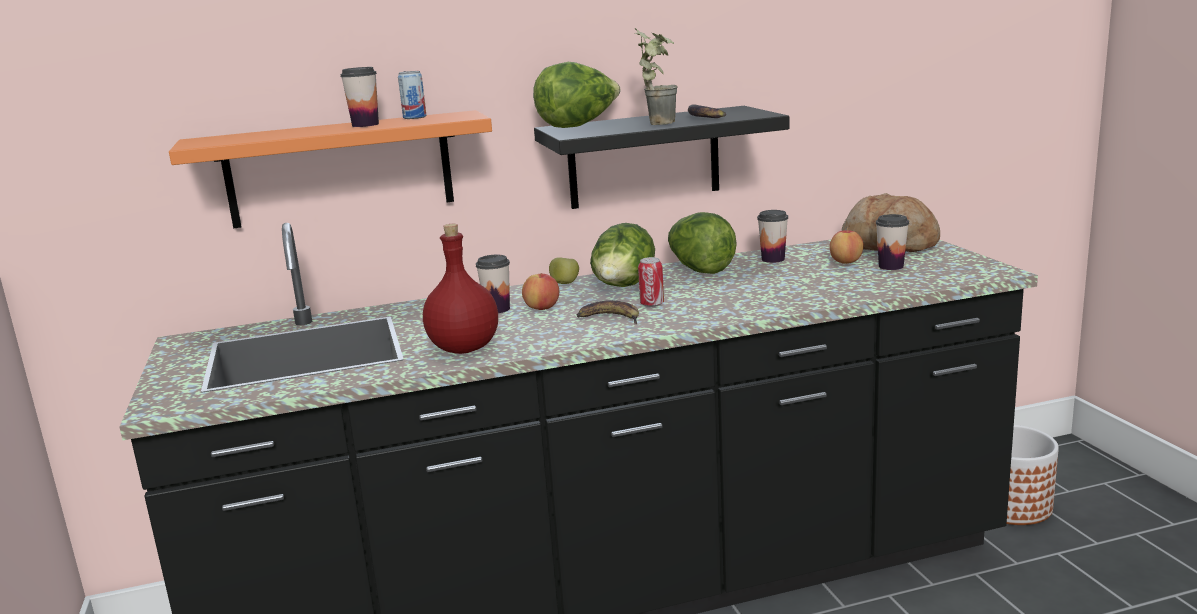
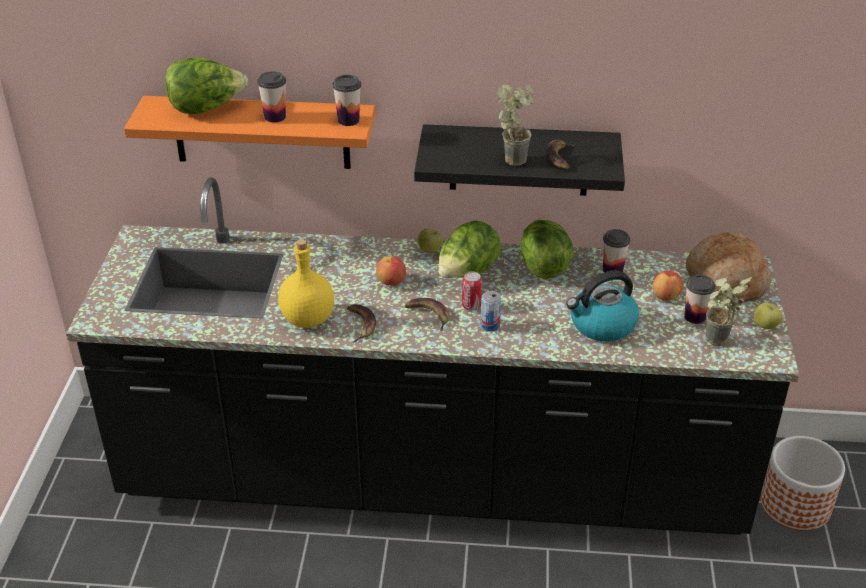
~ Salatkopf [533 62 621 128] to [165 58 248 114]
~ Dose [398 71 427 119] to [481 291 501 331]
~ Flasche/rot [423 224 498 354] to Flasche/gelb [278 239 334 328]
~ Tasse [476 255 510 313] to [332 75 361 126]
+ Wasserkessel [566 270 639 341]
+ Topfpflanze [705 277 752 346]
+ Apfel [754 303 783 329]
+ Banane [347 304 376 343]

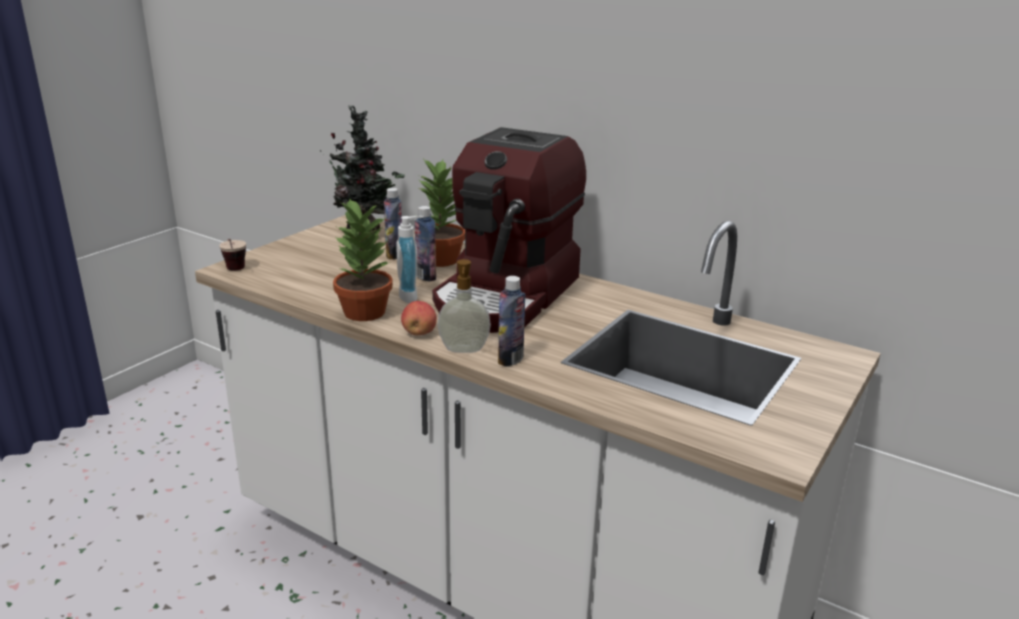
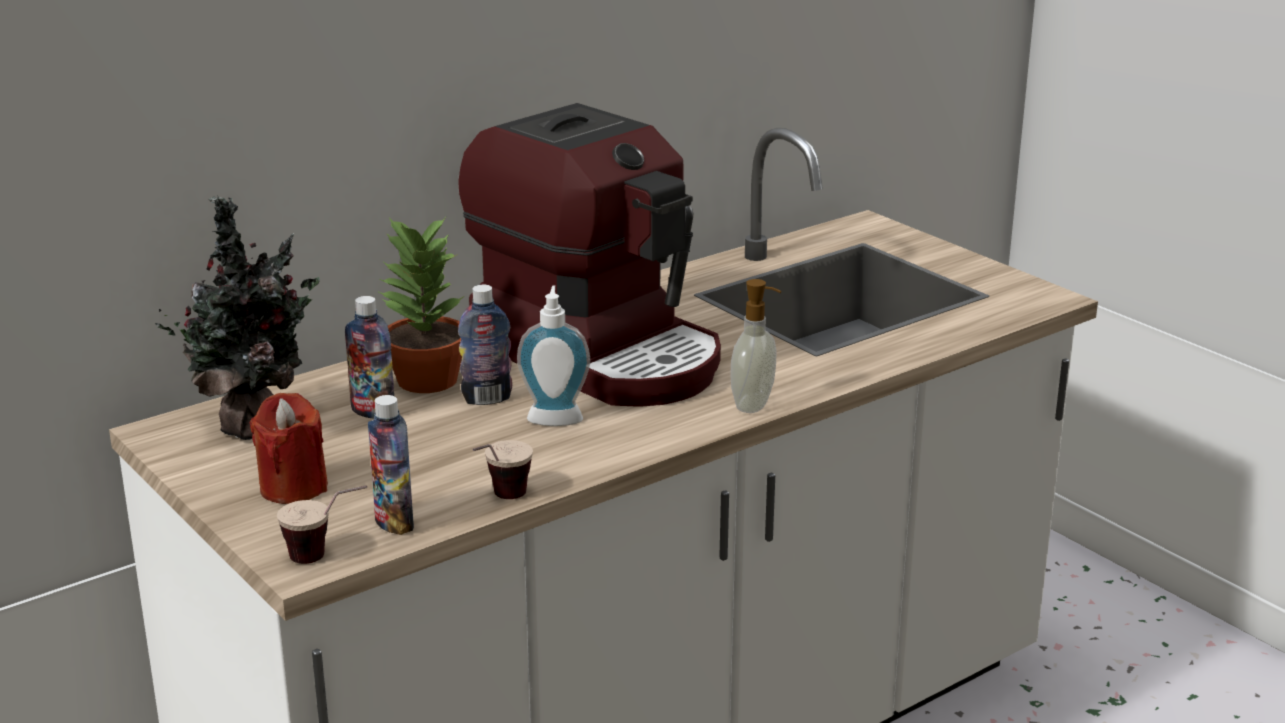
- Topfpflanze [333 197 393 321]
~ Flasche [498 276 525 367] to [368 395 414 535]
- Apfel [401 301 437 335]
+ Kerze/rot [250 393 328 504]
+ Tasse [473 440 533 499]

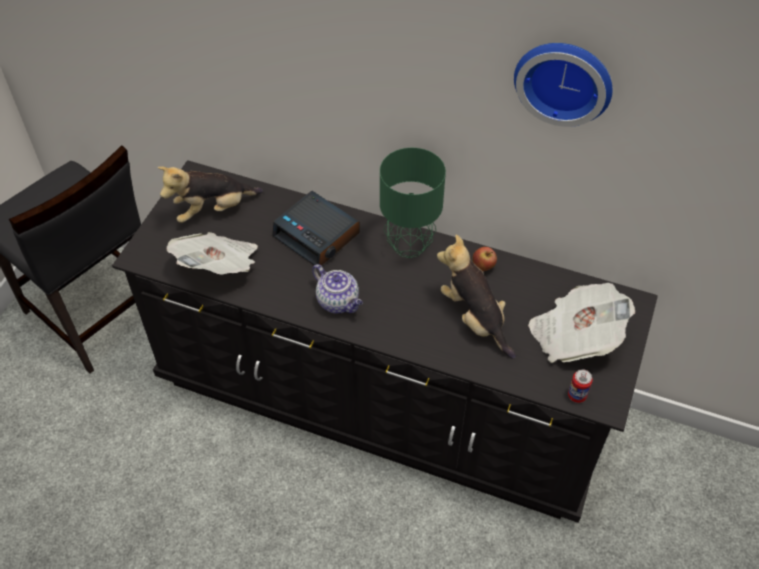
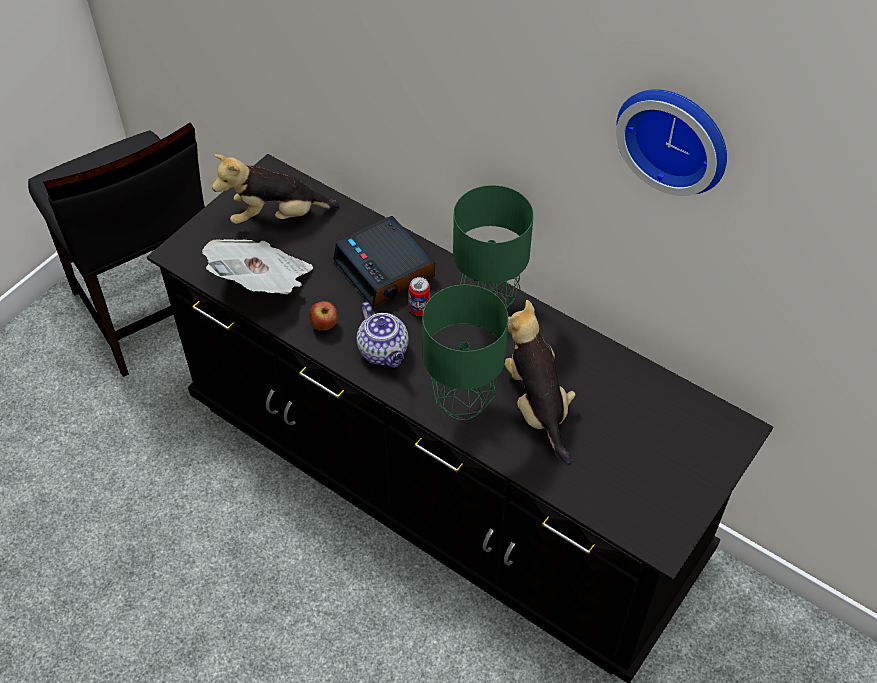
~ Apfel [472 247 497 271] to [309 301 338 331]
- Zeitung [528 283 635 363]
~ Dose [568 369 593 403] to [409 277 430 316]
+ Tischlampe/grün [422 285 508 420]

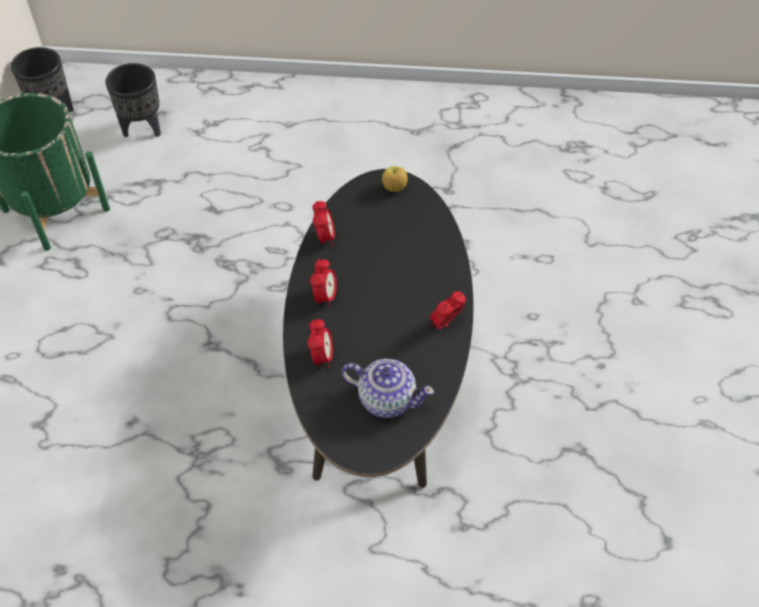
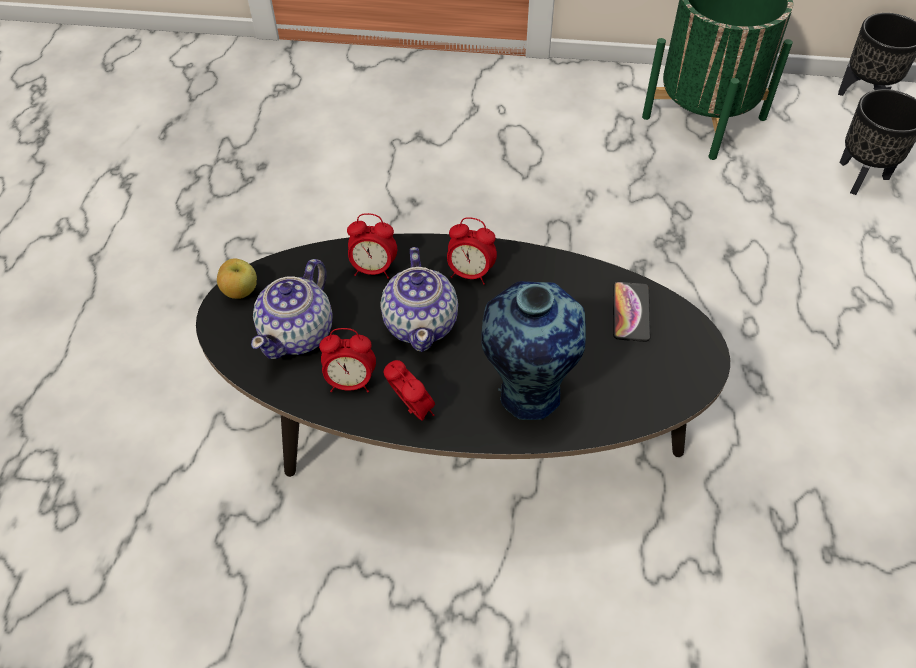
~ Apfel [382 166 407 192] to [217 258 257 299]
~ Wecker [312 201 335 247] to [319 328 376 392]
+ Teekanne [380 247 458 352]
+ Vase [481 281 586 420]
+ Handy [613 282 650 342]

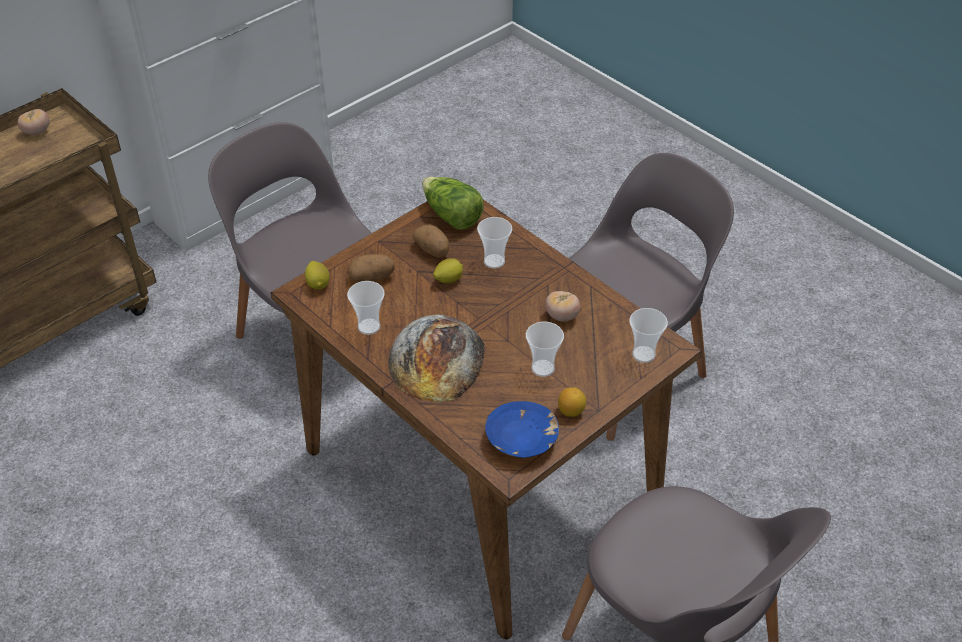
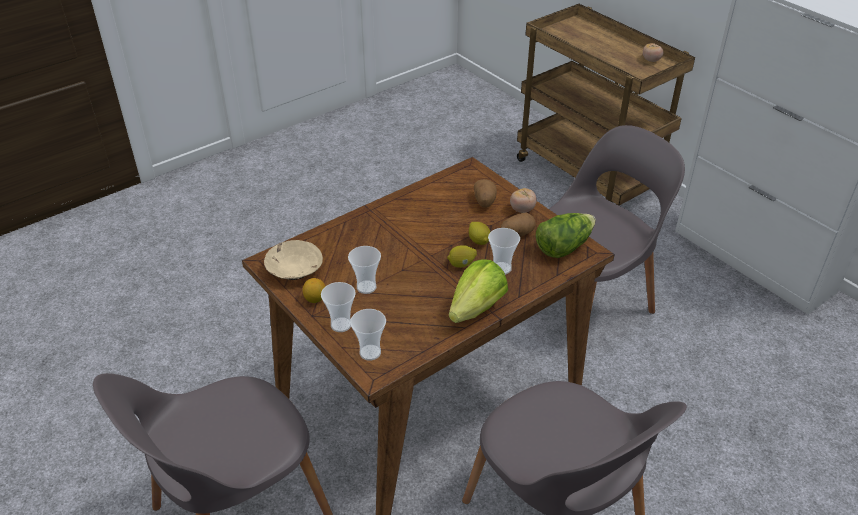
~ Zitrone [305 261 329 290] to [447 245 477 268]
~ Tasse [347 281 385 335] to [321 282 356 332]
~ Tomate [545 291 580 321] to [510 188 537 213]
- Brot [388 315 485 402]
~ Schüssel/blau [485 401 559 458] to Schüssel/beige [264 240 323 280]
+ Salatkopf [449 259 508 323]

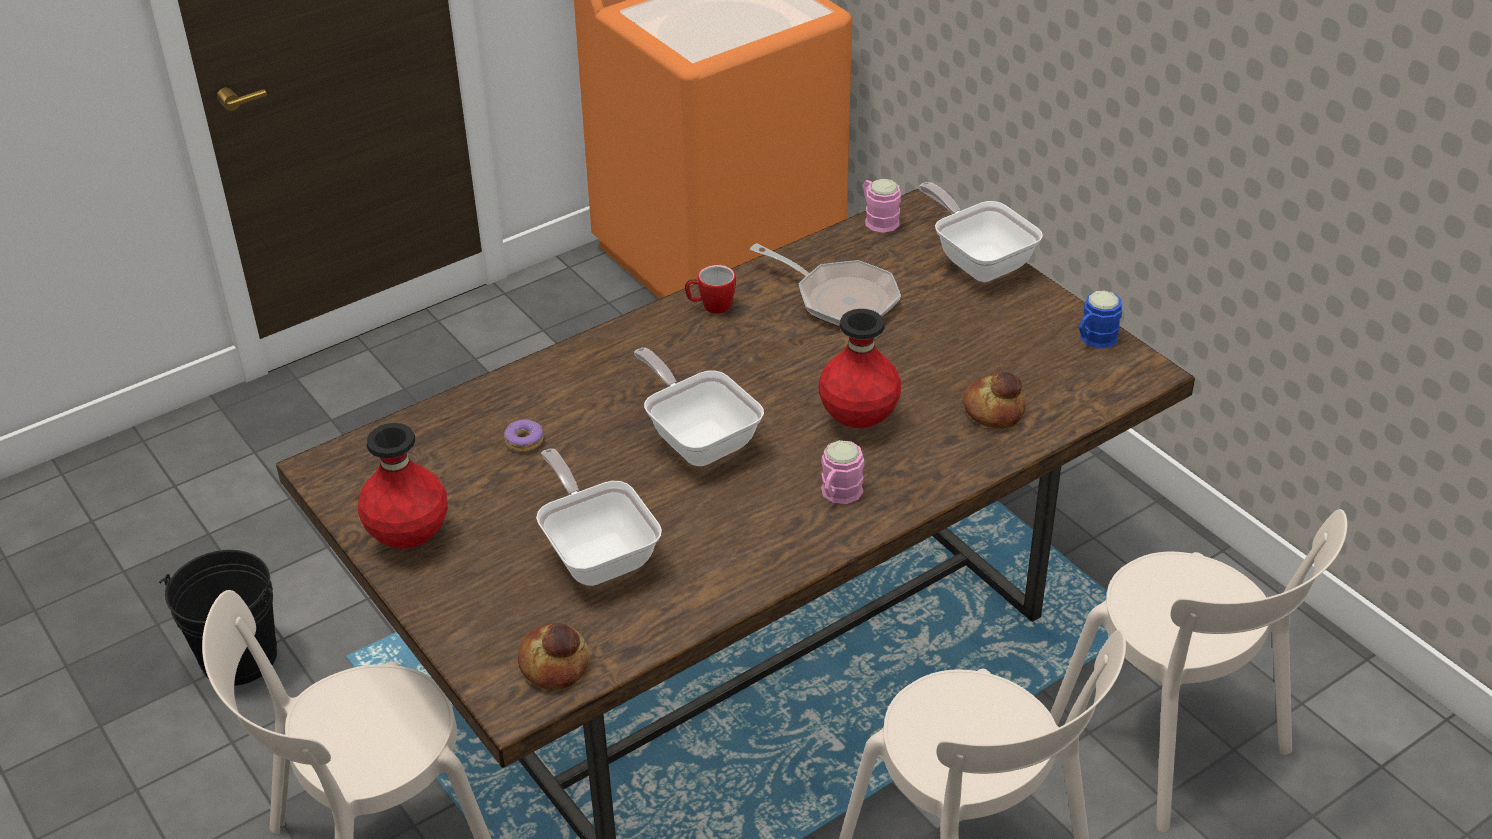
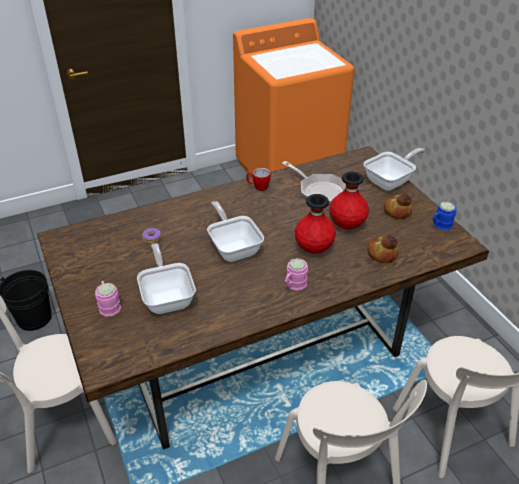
~ Henkelbecher/rosa [862 179 901 233] to [95 281 121 317]
~ Pfanne [919 182 1043 282] = [363 148 425 191] 75 degrees clockwise
~ Vase/rot [358 423 448 549] to [329 172 369 229]
~ Brot [518 623 589 690] to [384 193 412 219]

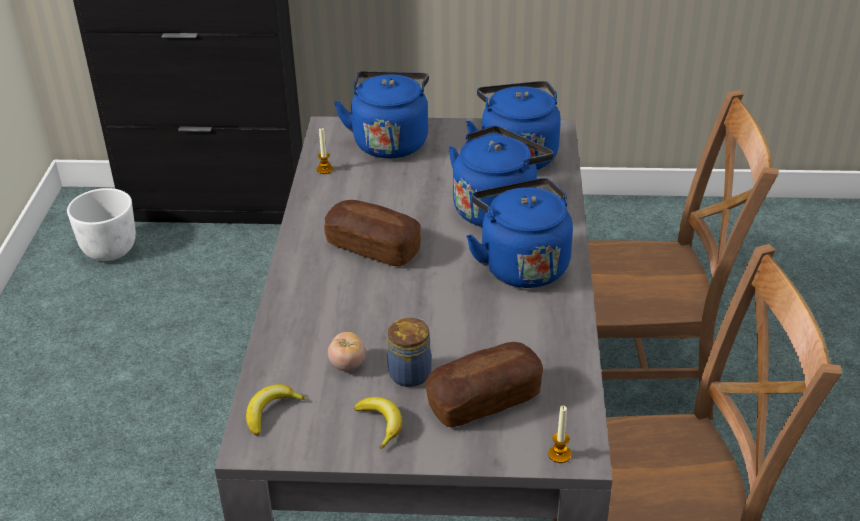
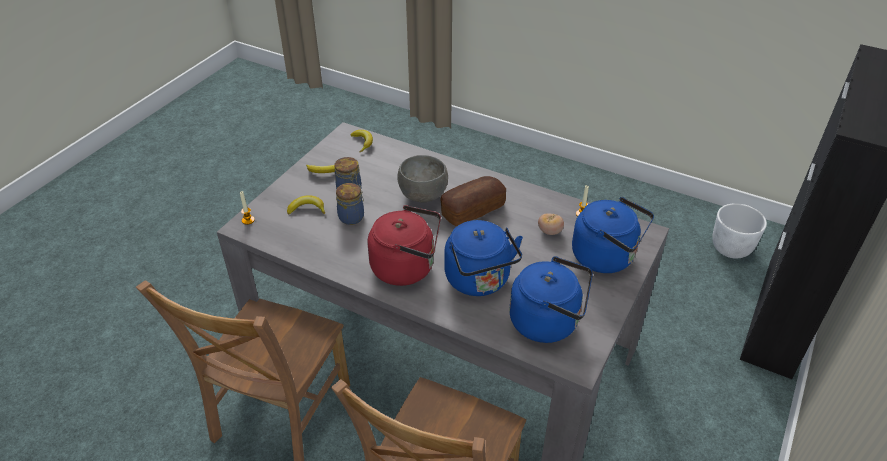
~ Wasserkessel/blau [466 178 573 288] to Wasserkessel/rot [368 205 441 286]
~ Tomate [328 332 365 371] to [538 213 564 235]
~ Brot [426 342 543 427] to Banane [287 195 325 215]
+ Schüssel/grau [397 155 448 202]
+ Vorratsglas [336 183 364 225]

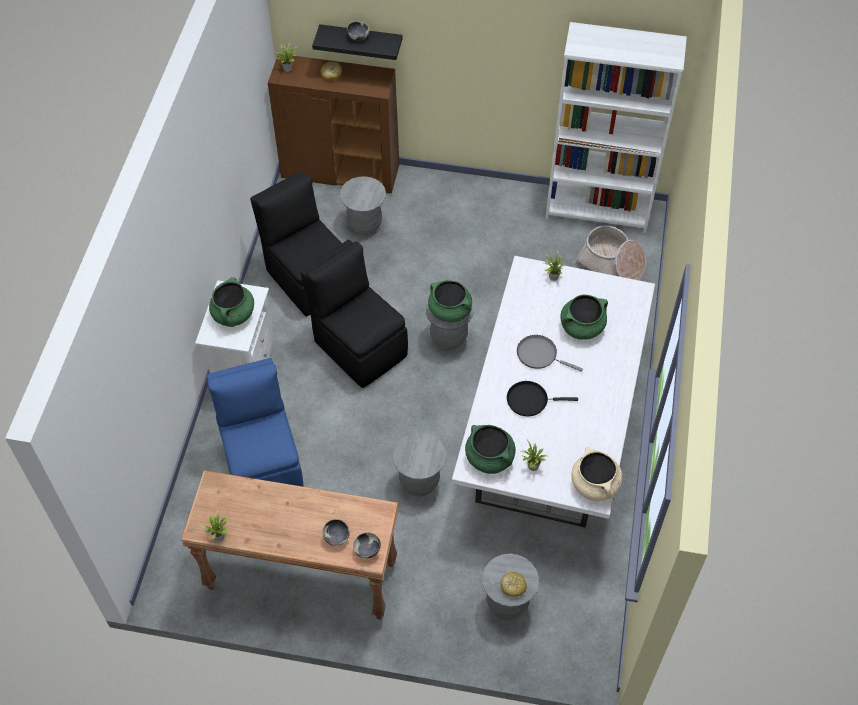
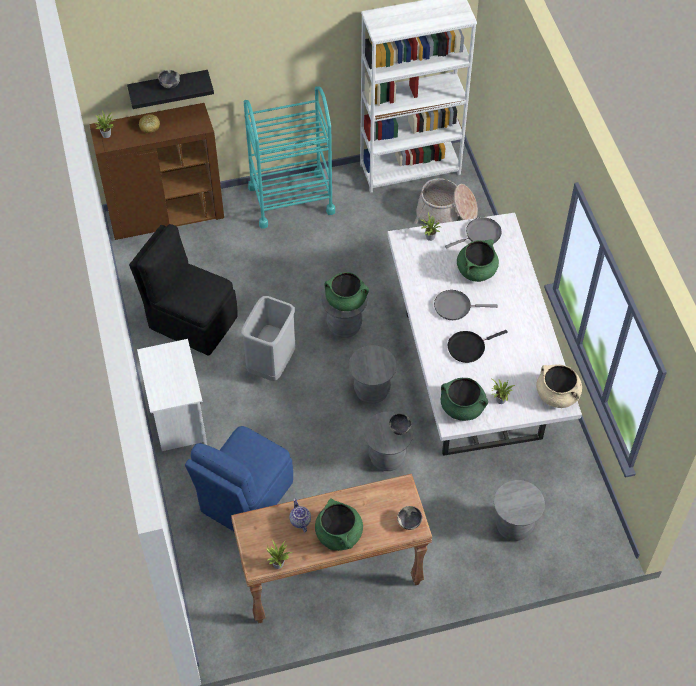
~ Hocker/grau [340 176 386 235] to [349 345 397 404]
~ Stuhl/schwarz [300 240 408 388] to Mülleimer/grau [241 296 295 381]
~ Kochtopf/grün [209 277 254 327] to [315 498 363 551]
~ Stuhl/blau [206 358 304 487] = [185 426 293 531] 105 degrees counterclockwise
~ Schüssel [323 519 350 546] to [389 413 412 435]
- Brot [501 572 527 597]
+ Rollwagen/türkis [244 86 335 229]
+ Pfanne/grau [445 217 502 248]
+ Teekanne [290 499 311 532]

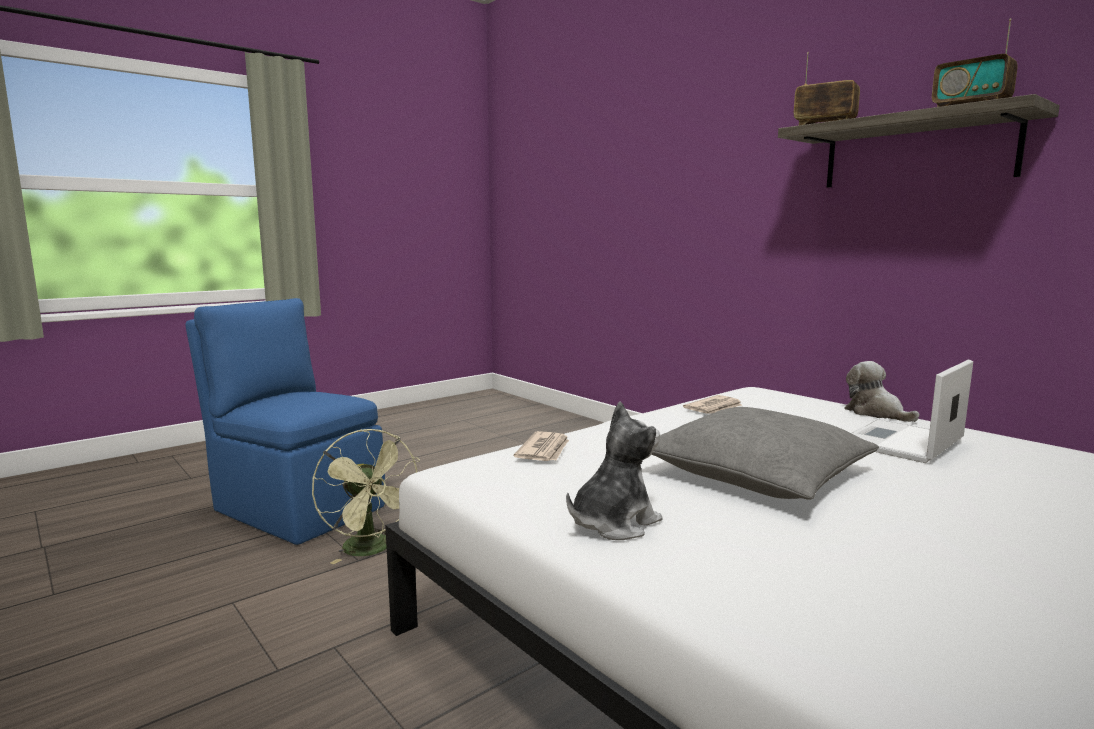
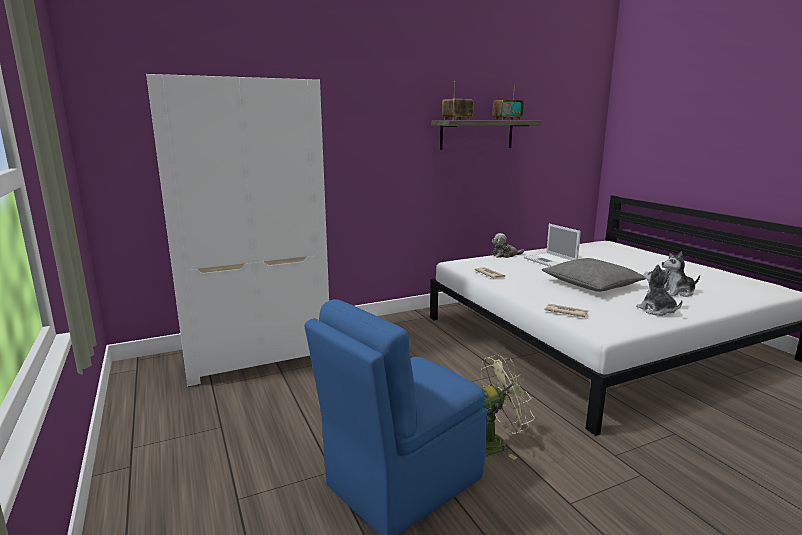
+ Kleiderschrank/weiß [146 74 329 387]
+ Plüschtier [662 251 700 297]

